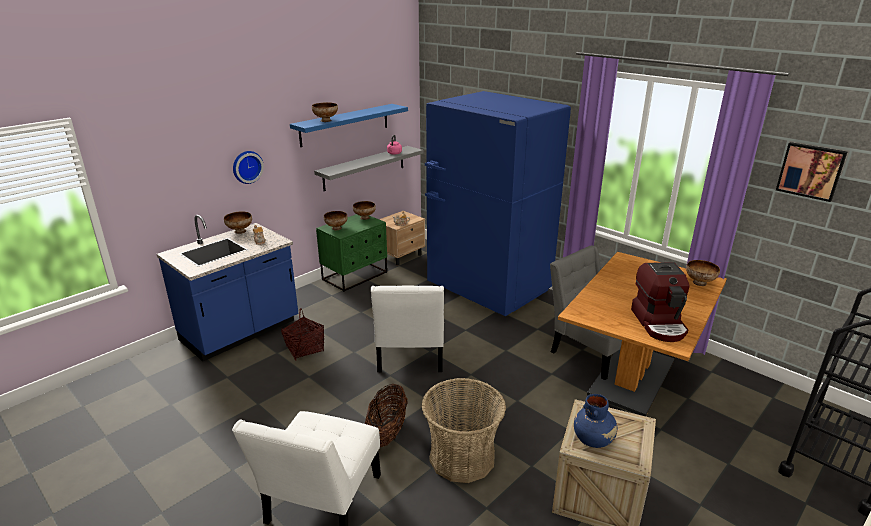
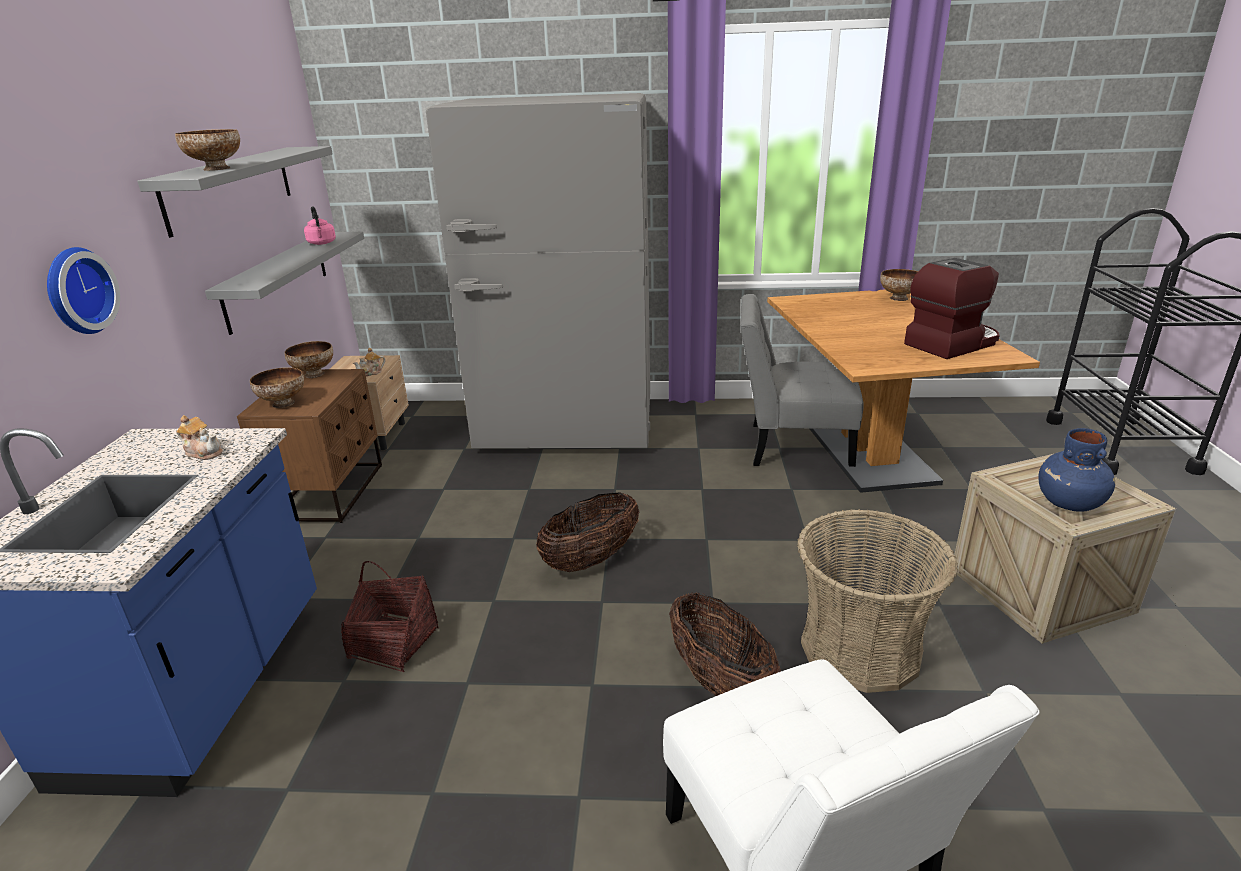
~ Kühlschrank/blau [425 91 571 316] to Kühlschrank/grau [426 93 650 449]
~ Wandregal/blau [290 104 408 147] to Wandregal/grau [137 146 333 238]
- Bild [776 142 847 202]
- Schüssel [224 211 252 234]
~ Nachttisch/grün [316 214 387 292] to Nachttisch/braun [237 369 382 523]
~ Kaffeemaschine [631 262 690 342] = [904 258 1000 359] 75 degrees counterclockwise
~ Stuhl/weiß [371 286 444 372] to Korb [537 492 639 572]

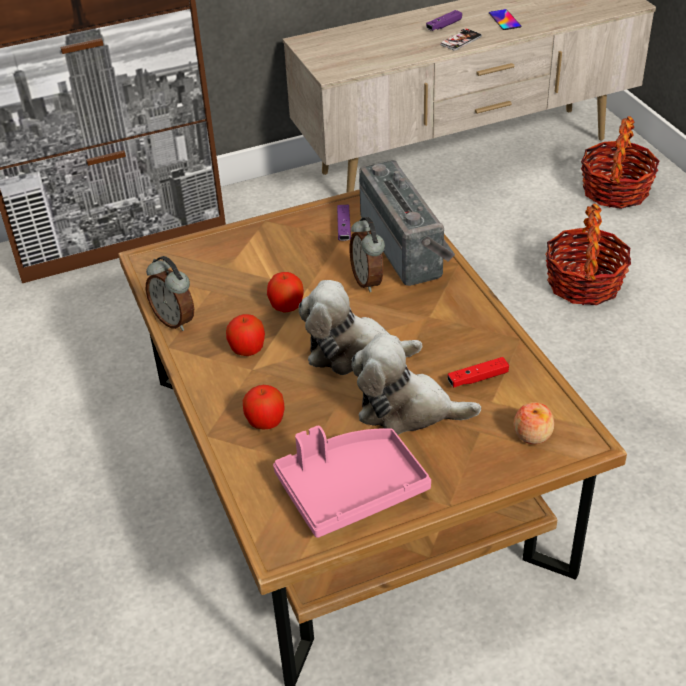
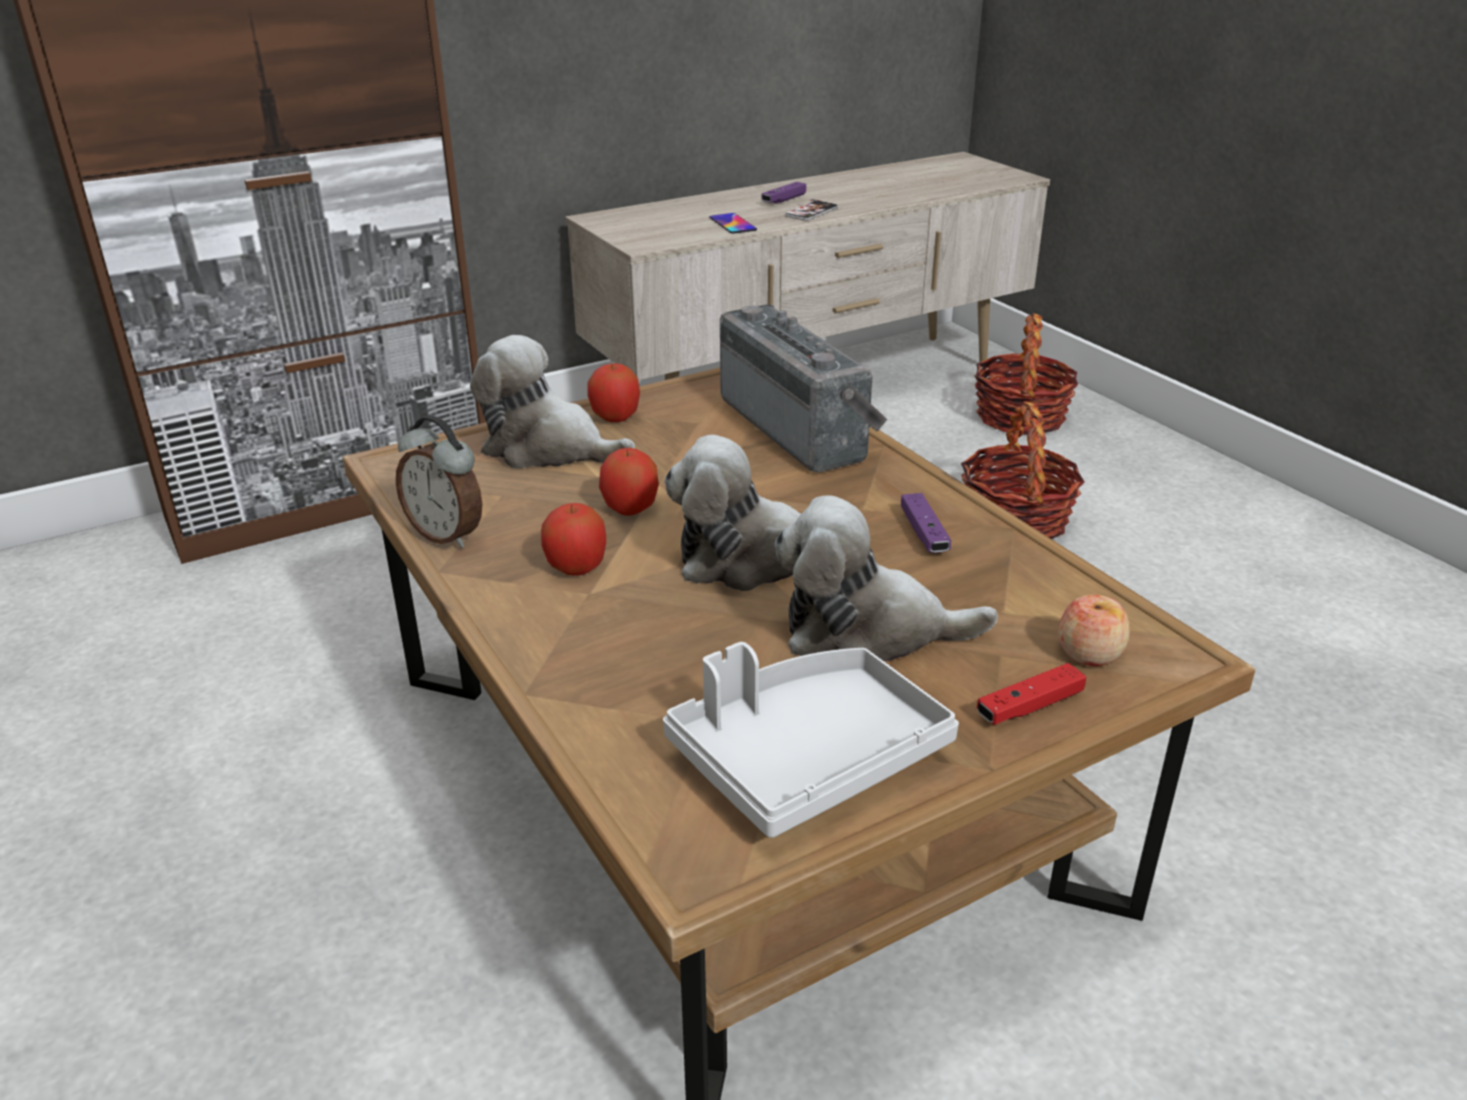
~ Handy [489 9 521 30] to [709 213 757 234]
~ Gamepad/lila [337 205 351 241] to [901 493 951 553]
- Wecker [350 217 385 292]
~ Gamepad/rot [447 357 509 387] to [977 663 1086 725]
~ Apfel [243 385 285 430] to [587 363 640 422]
~ Tablett/rosa [273 426 431 538] to Tablett/grau [663 642 959 838]
+ Plüschtier [470 335 635 468]

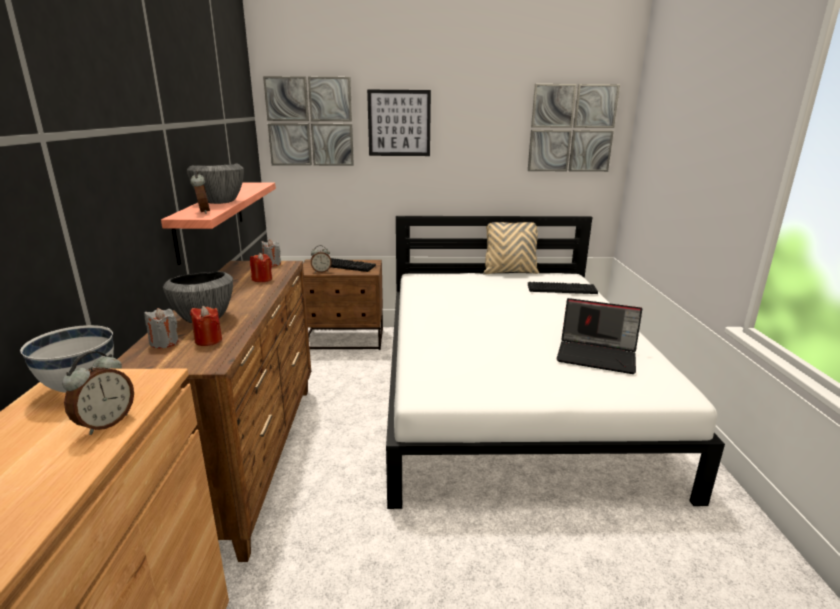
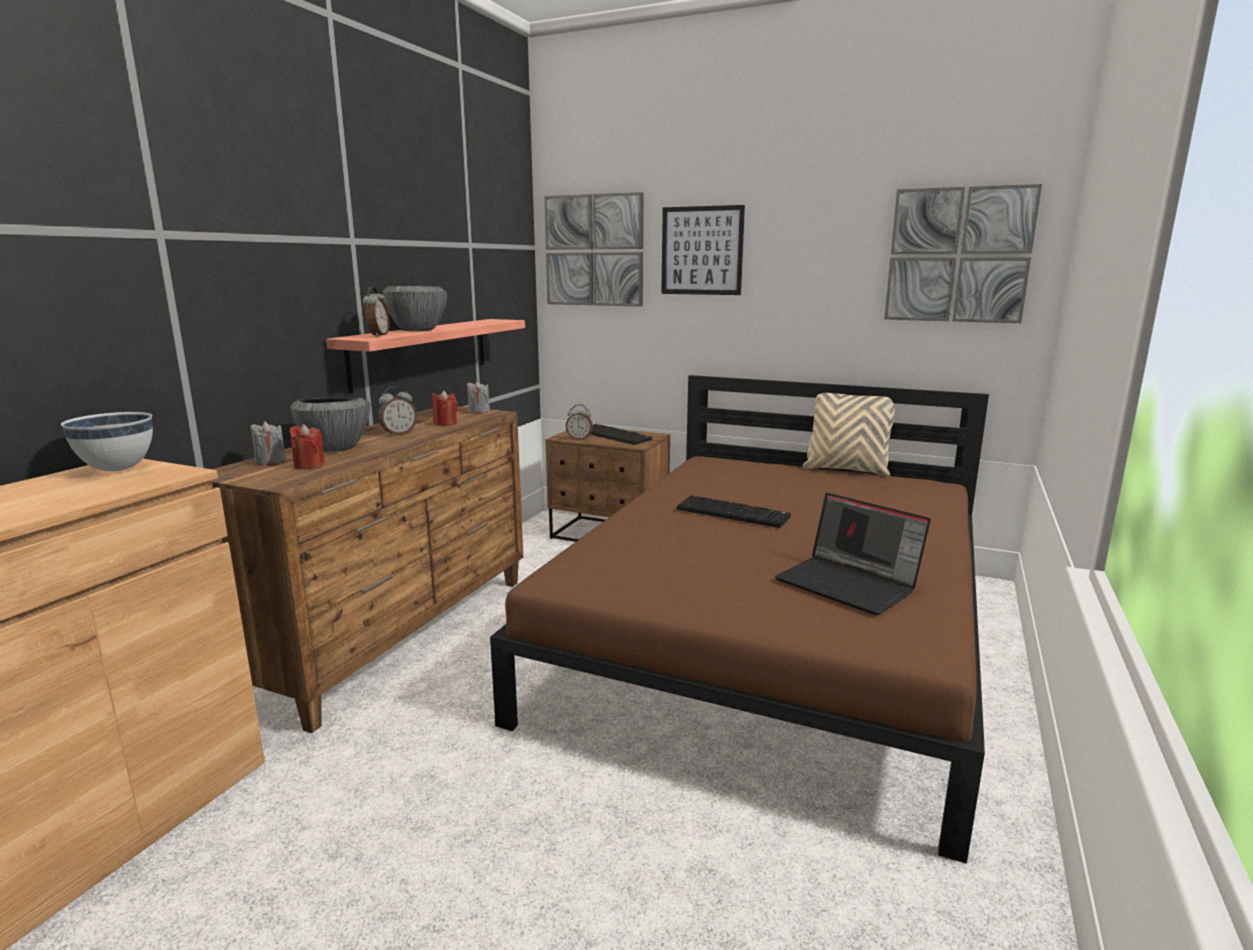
~ Bett/weiß [386 216 725 509] to Bett/braun [490 375 989 864]
~ Tastatur [528 282 598 294] to [677 495 791 528]
~ Wecker [62 351 134 435] to [378 386 417 436]

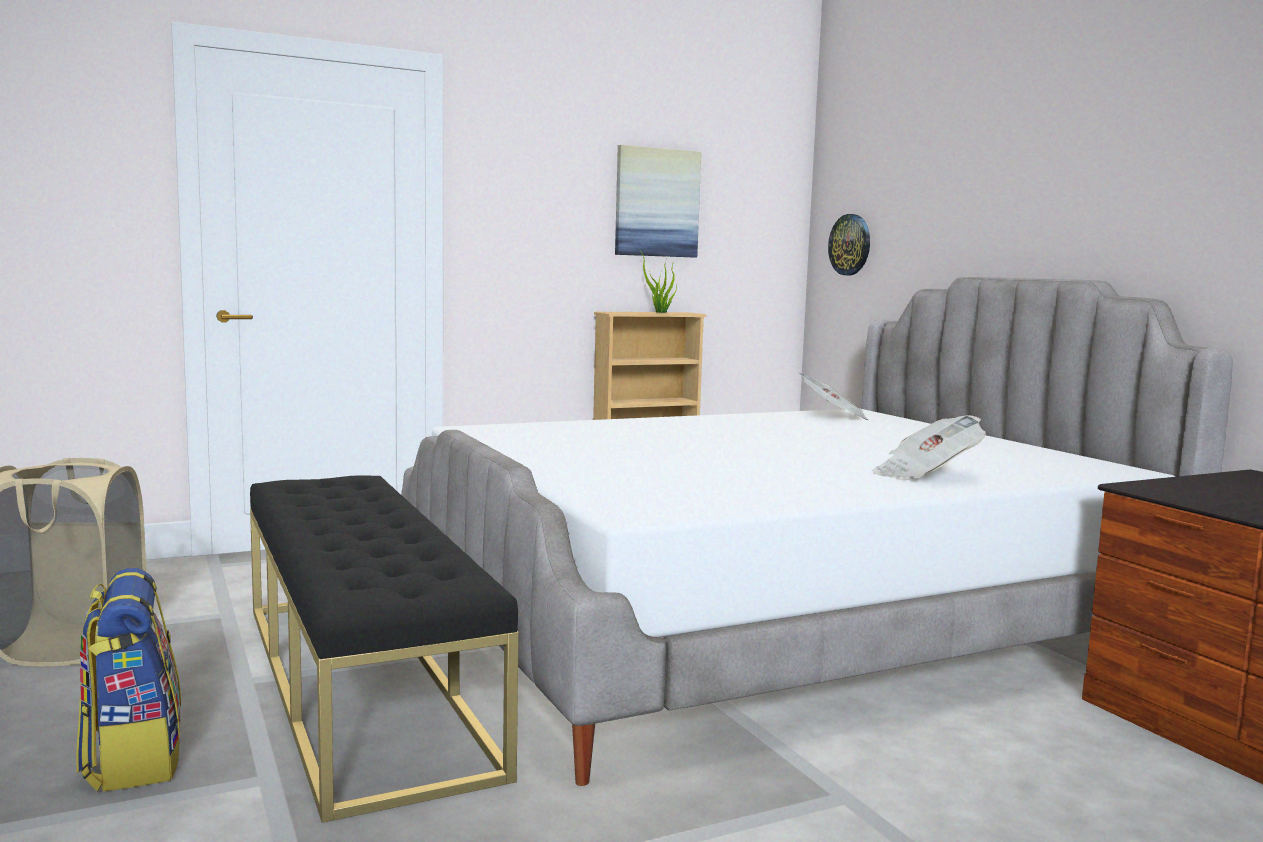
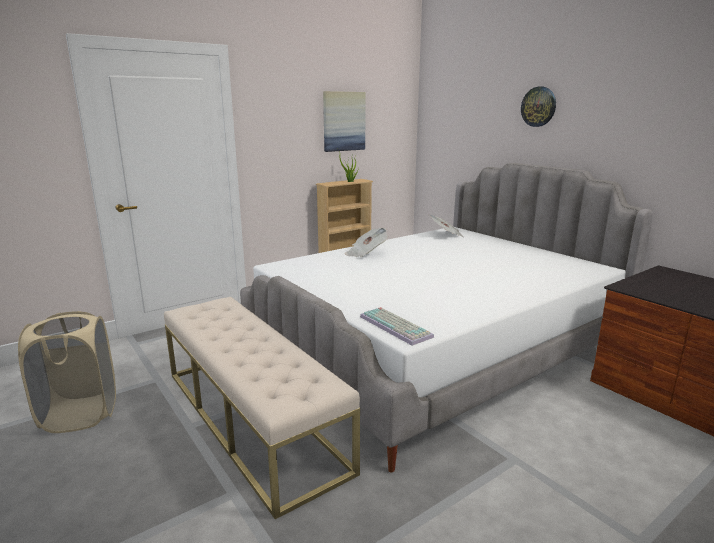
~ Wanduhr [828 214 870 276] to [521 87 556 127]
~ Zeitung [872 415 986 478] to [345 228 388 257]
~ Bank/schwarz [250 475 519 823] to Bank/beige [164 297 360 519]
- Rucksack [76 568 181 792]
+ Tastatur [360 307 434 346]

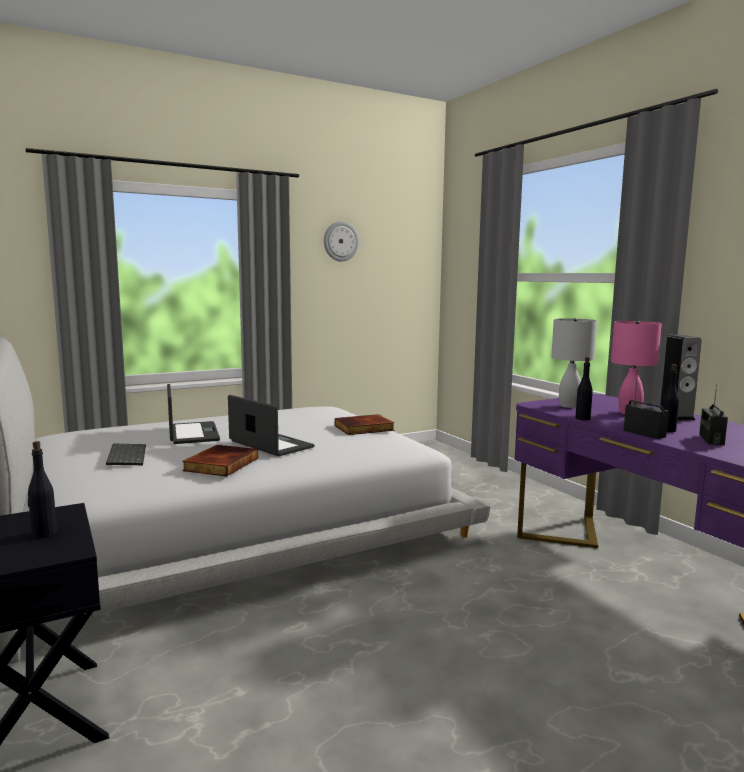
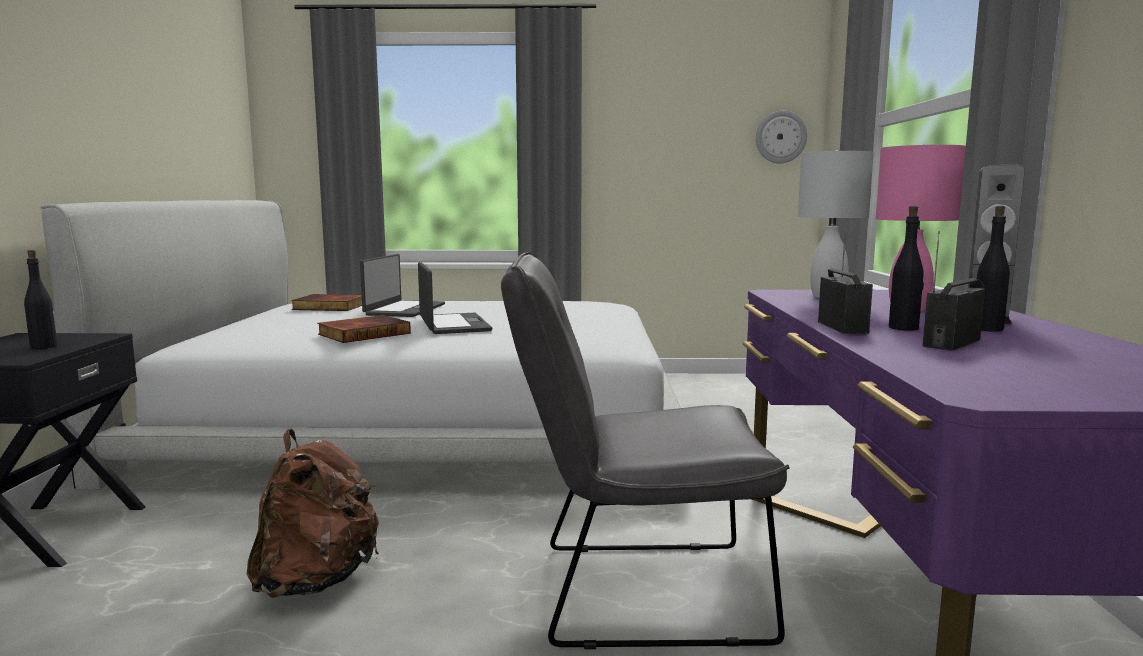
~ Wanduhr [324 221 359 262] to [756 111 807 163]
~ Flasche/schwarz [575 357 593 420] to [975 206 1010 332]
~ Buch [335 414 394 435] to [291 294 362 311]
- Tastatur [106 443 146 465]
+ Stuhl/grau [501 252 790 649]
+ Rucksack/braun [247 429 379 598]

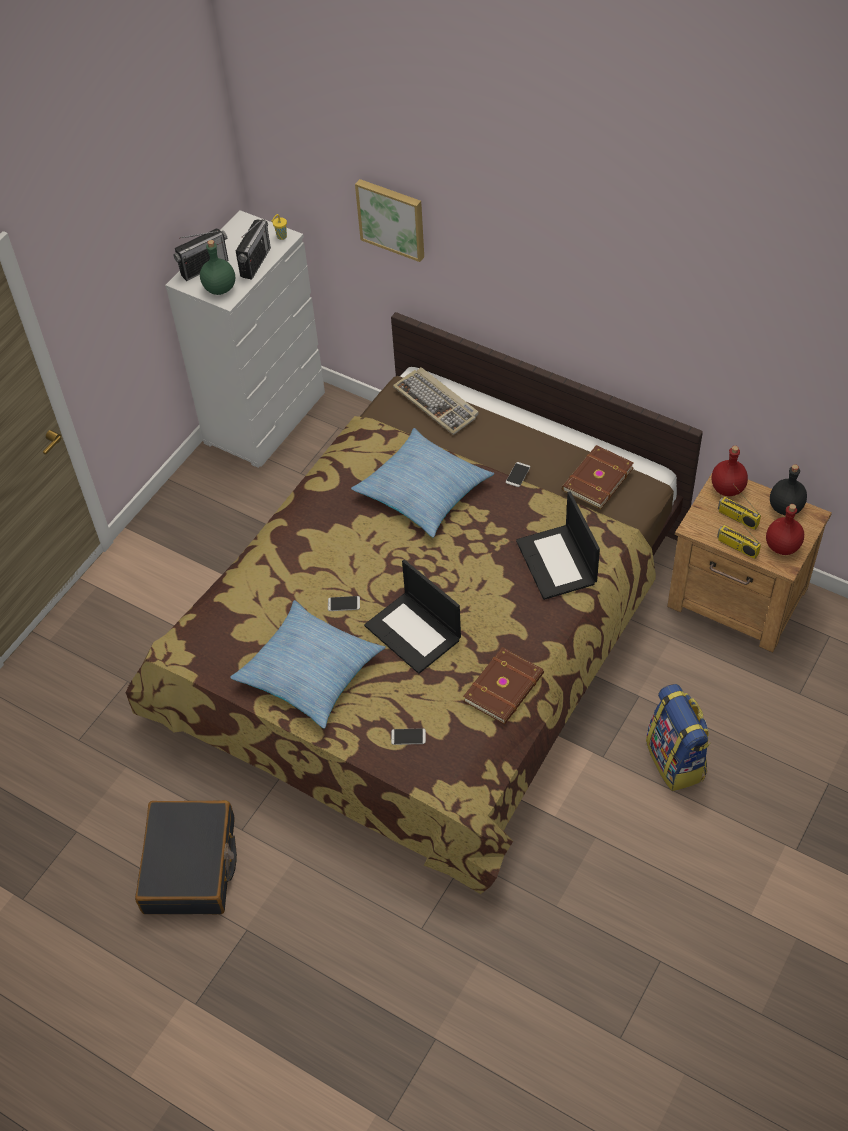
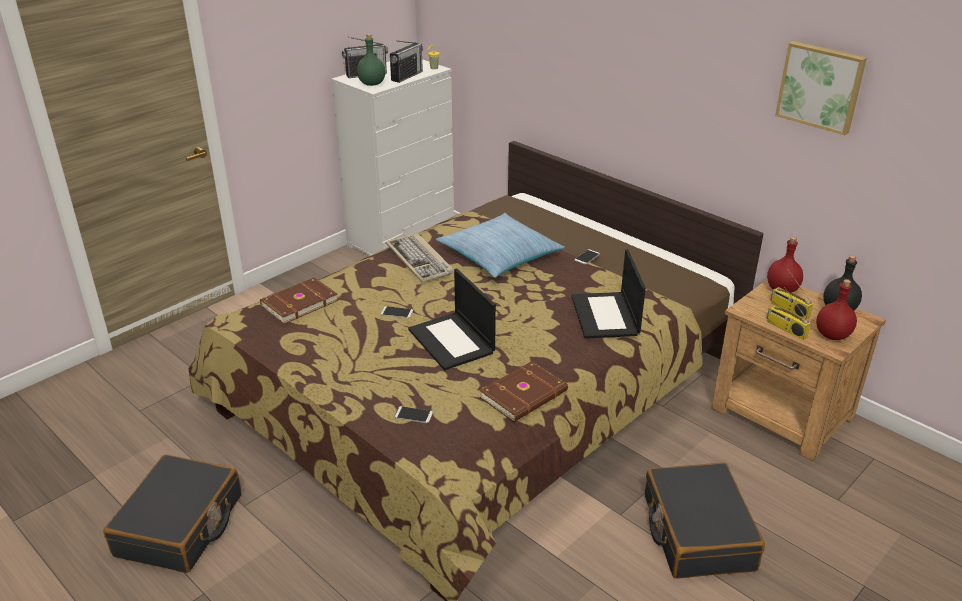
~ Bild [355 179 424 262] to [775 41 867 135]
~ Tastatur [393 367 479 435] to [386 233 453 283]
~ Buch/braun [562 445 634 509] to [260 277 338 324]
- Kissen [230 600 386 729]
~ Rucksack [646 684 711 791] to Koffer/schwarz [645 463 765 579]

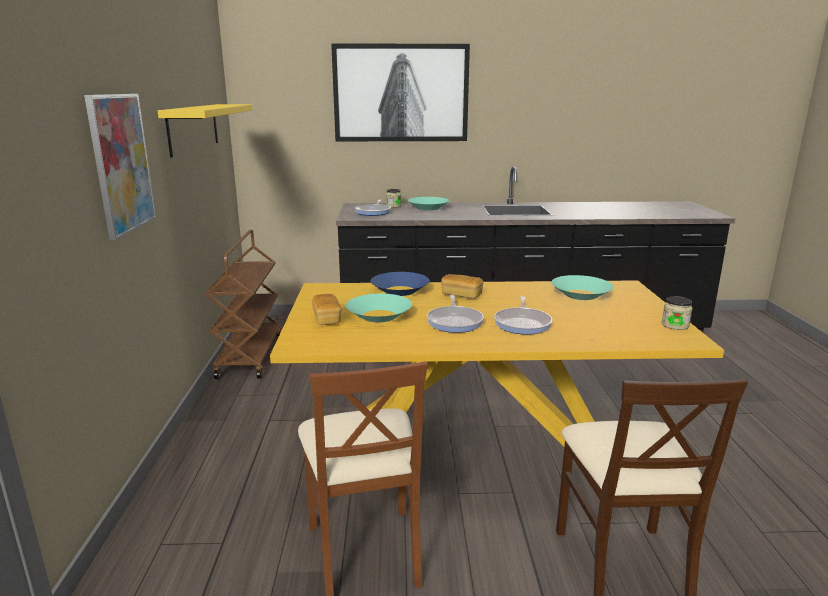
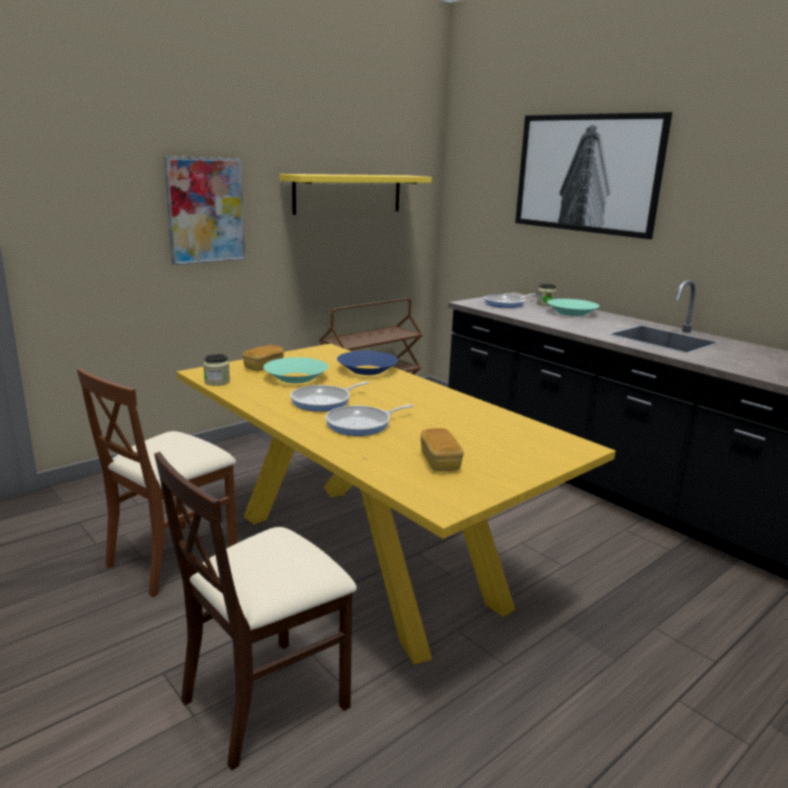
~ Brot [441 274 483 299] to [421 428 464 472]
- Schüssel/türkis [551 275 614 300]
~ Vorratsglas [662 296 693 330] to [203 354 230 386]

